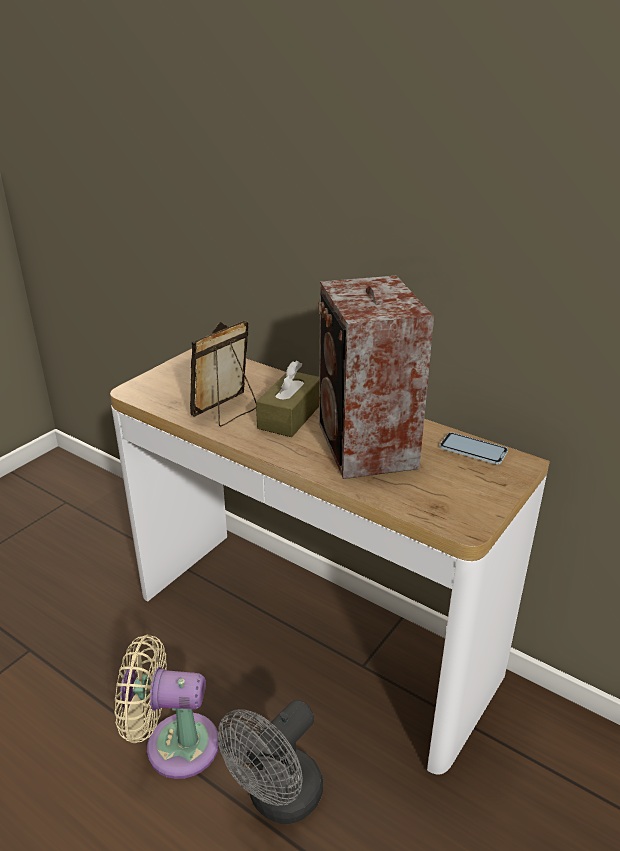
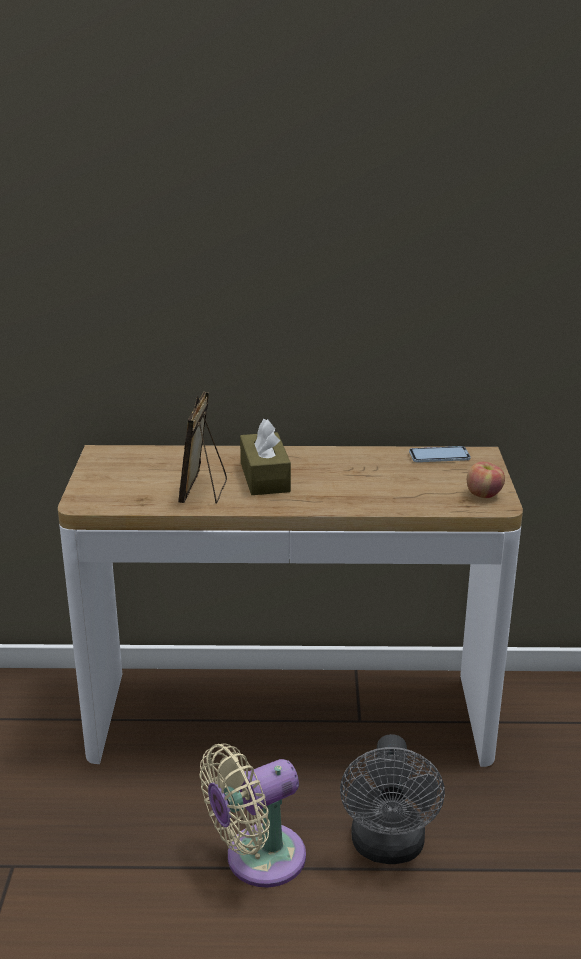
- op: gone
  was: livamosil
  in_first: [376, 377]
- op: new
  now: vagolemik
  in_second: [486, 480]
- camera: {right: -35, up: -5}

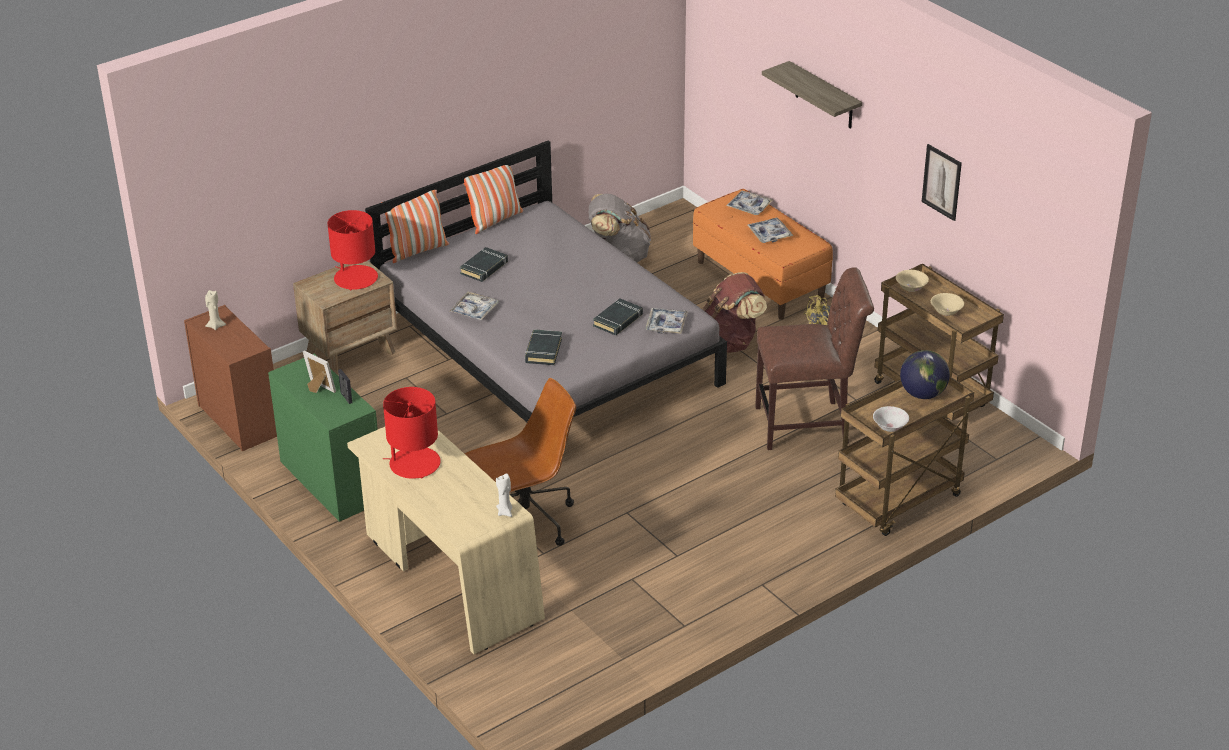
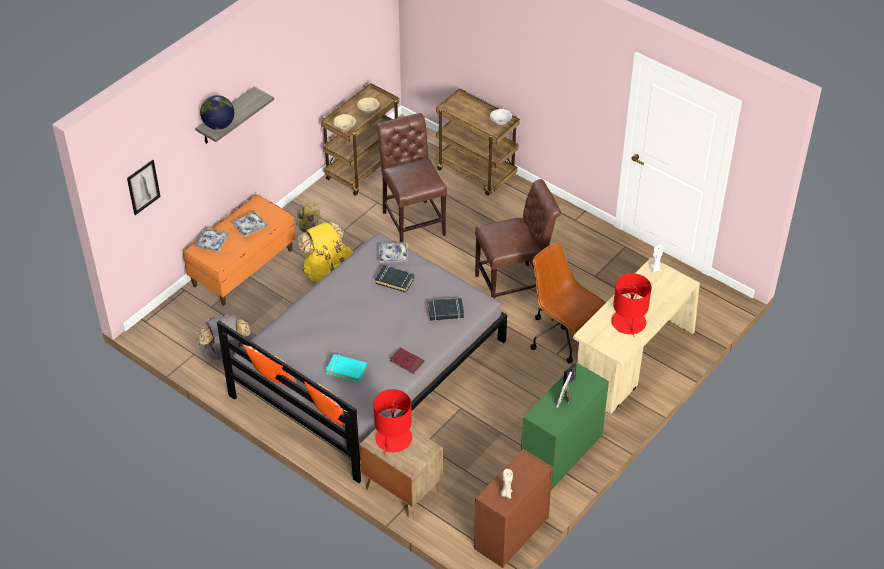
- op: new
  now: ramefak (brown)
  in_second: [518, 239]
- op: shifted
  was: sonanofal
  in_first: [925, 374]
  in_second: [217, 112]
- op: shifted
  was: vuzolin
  in_first: [942, 182]
  in_second: [143, 187]
- op: swapped
  was: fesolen
  now: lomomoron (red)
  in_first: [474, 306]
  in_second: [407, 361]
- op: repainted
  was: lomomoron (black)
  now: lomomoron (turquoise)
  in_first: [484, 264]
  in_second: [346, 368]
- op: repainted
  was: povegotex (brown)
  now: povegotex (yellow)
  in_first: [734, 312]
  in_second: [325, 251]
- camera: {right: -105, up: 10}

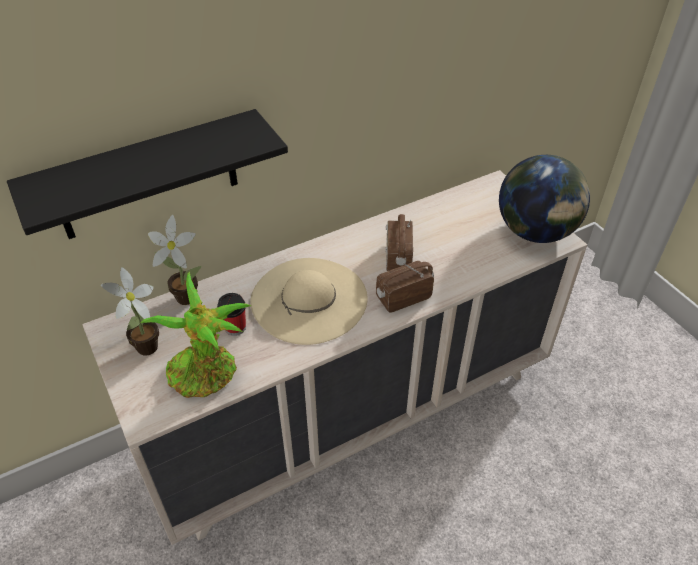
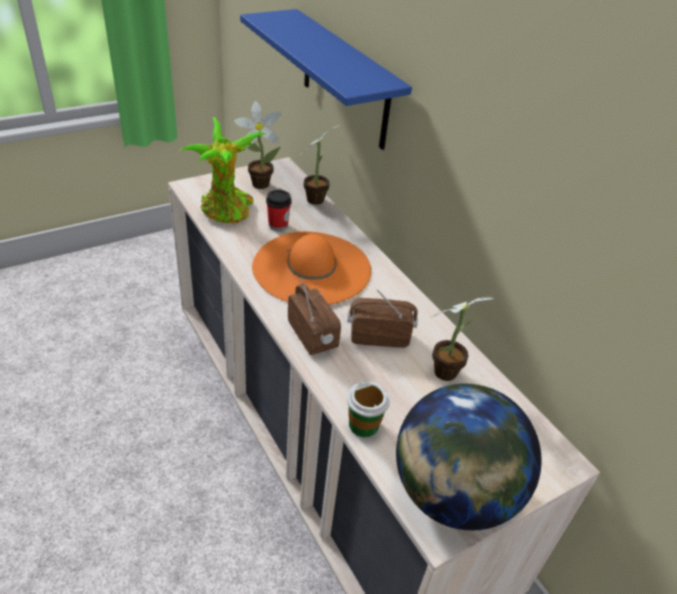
- op: new
  now: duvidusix
  in_second: [368, 409]
- op: new
  now: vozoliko
  in_second: [463, 338]
- op: repainted
  was: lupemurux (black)
  now: lupemurux (blue)
  in_first: [147, 174]
  in_second: [326, 79]
- op: repainted
  was: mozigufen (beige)
  now: mozigufen (orange)
  in_first: [309, 301]
  in_second: [311, 268]
- camera: {right: 85, up: -5}

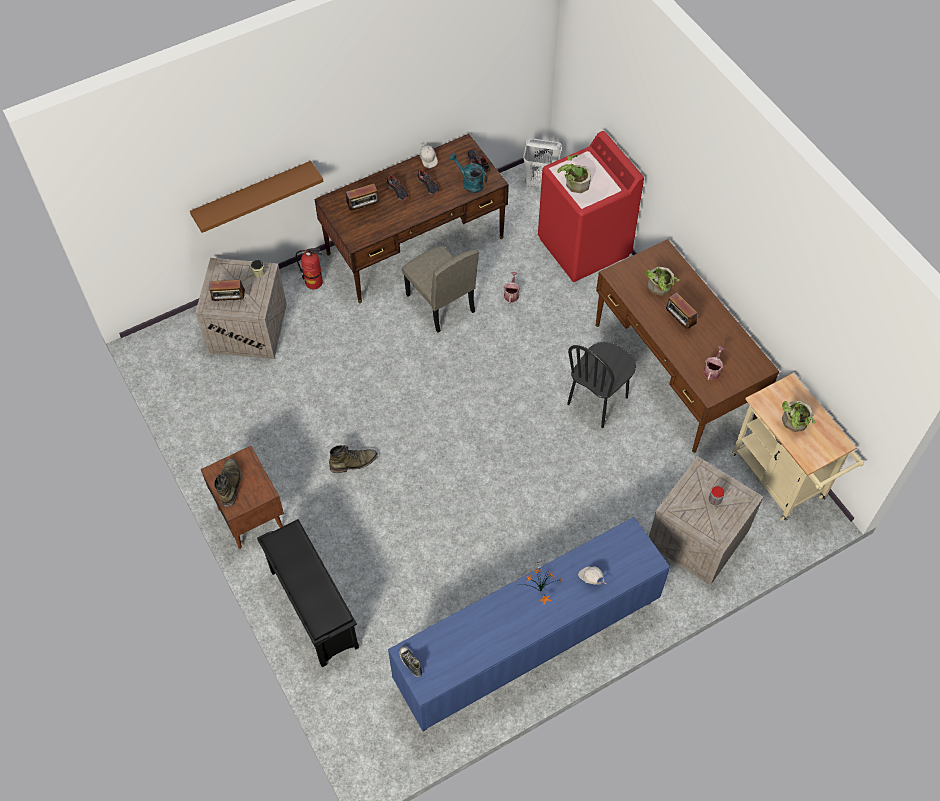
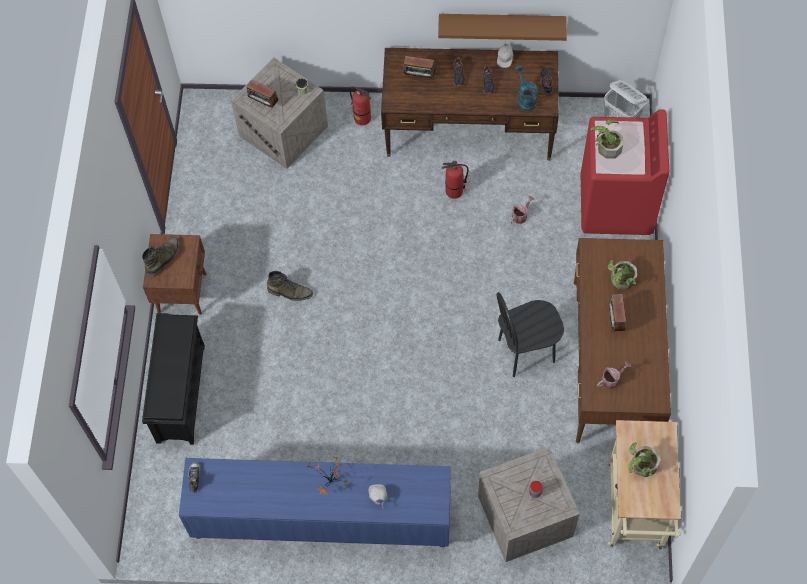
- op: shifted
  was: lupemurux (brown)
  in_first: [257, 197]
  in_second: [502, 27]
- op: swapped
  was: ramefak (beige)
  now: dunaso
  in_first: [440, 289]
  in_second: [455, 180]
- camera: {right: 35, up: 5}

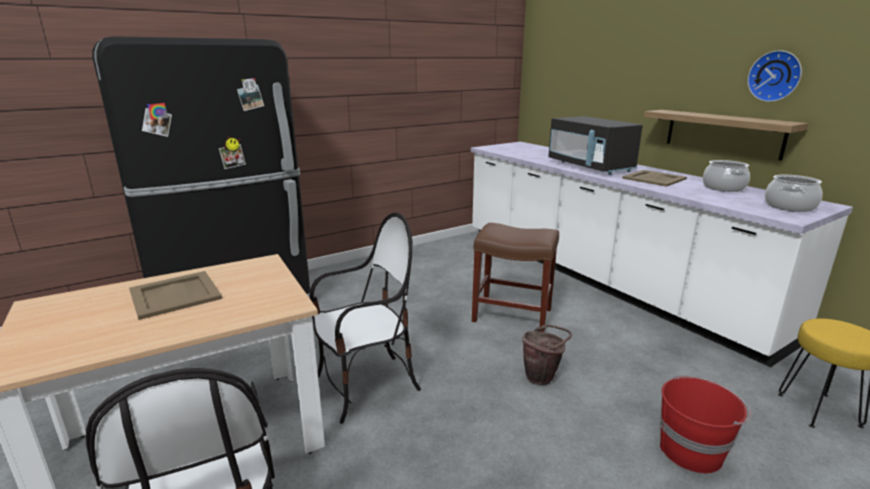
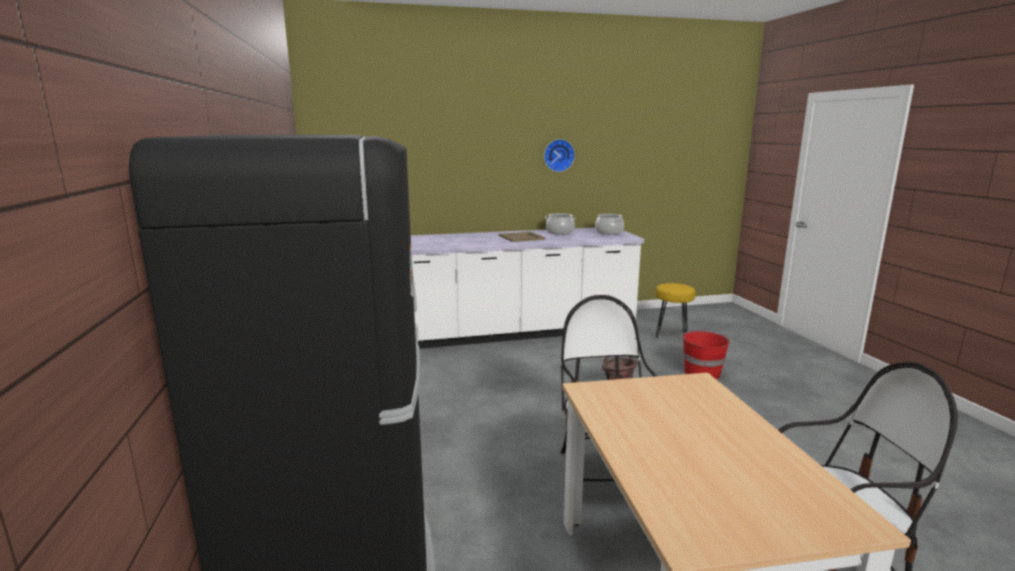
- op: gone
  was: fesolen (beige)
  in_first: [175, 295]
- op: gone
  was: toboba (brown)
  in_first: [515, 277]
- op: gone
  was: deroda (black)
  in_first: [595, 145]
- op: gone
  was: lupemurux
  in_first: [726, 135]
- camera: {right: -70, up: -5}

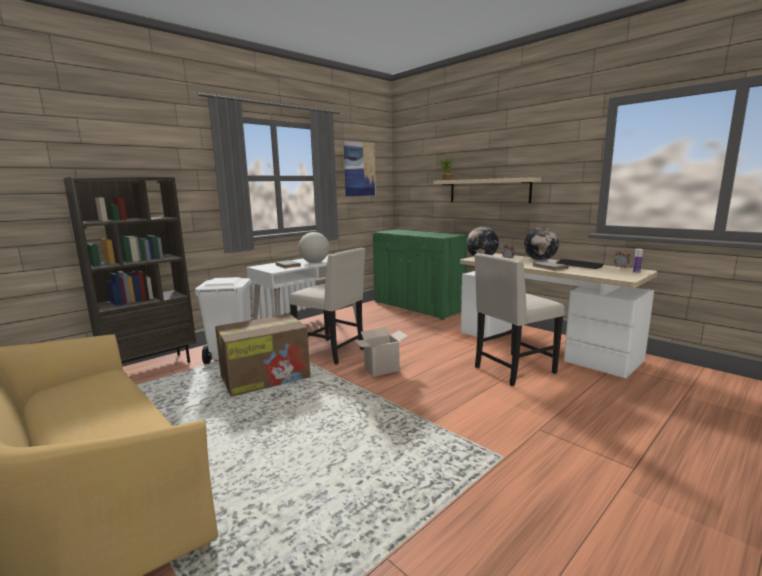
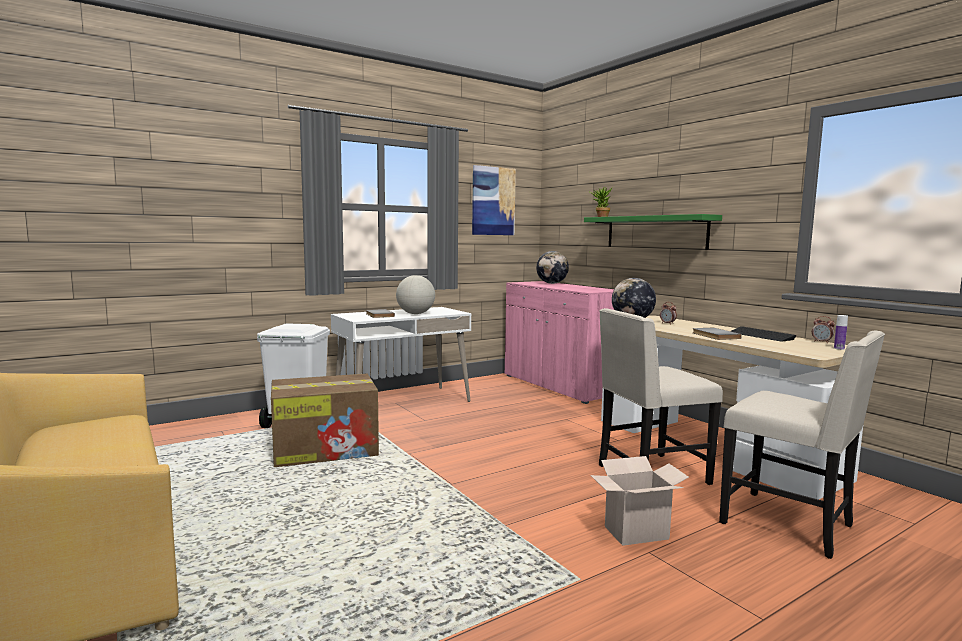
- op: gone
  was: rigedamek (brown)
  in_first: [129, 270]
- op: shifted
  was: ramefak (beige)
  in_first: [327, 306]
  in_second: [802, 445]
- op: shifted
  was: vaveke
  in_first: [381, 352]
  in_second: [639, 501]
- op: shifted
  was: sonanofal
  in_first: [541, 243]
  in_second: [552, 267]
- op: repainted
  was: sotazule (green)
  now: sotazule (pink)
  in_first: [420, 274]
  in_second: [559, 342]
- op: repainted
  was: lupemurux (beige)
  now: lupemurux (green)
  in_first: [487, 190]
  in_second: [653, 232]
- camera: {right: 10, up: -5}

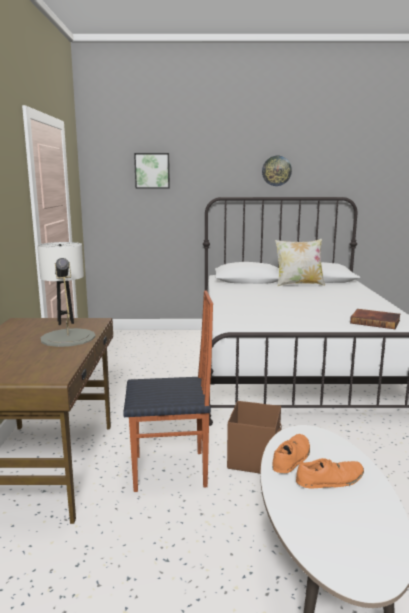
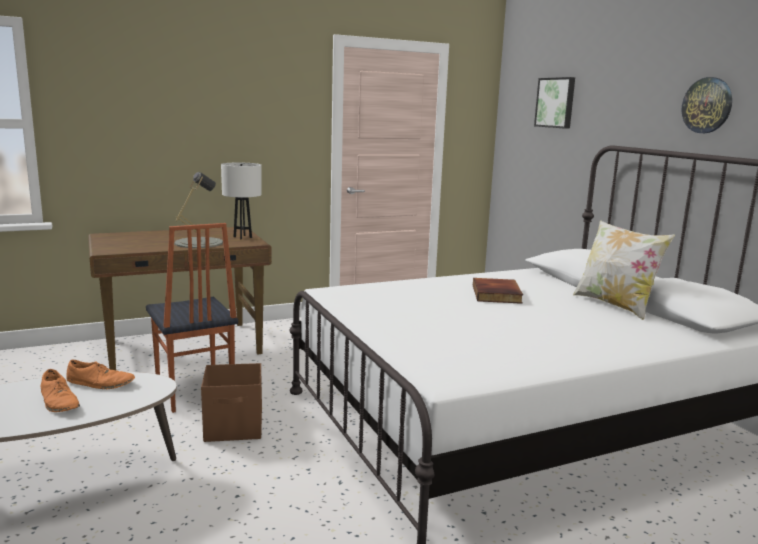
- op: shifted
  was: lomomoron
  in_first: [375, 319]
  in_second: [498, 291]
- camera: {right: 65, up: 0}

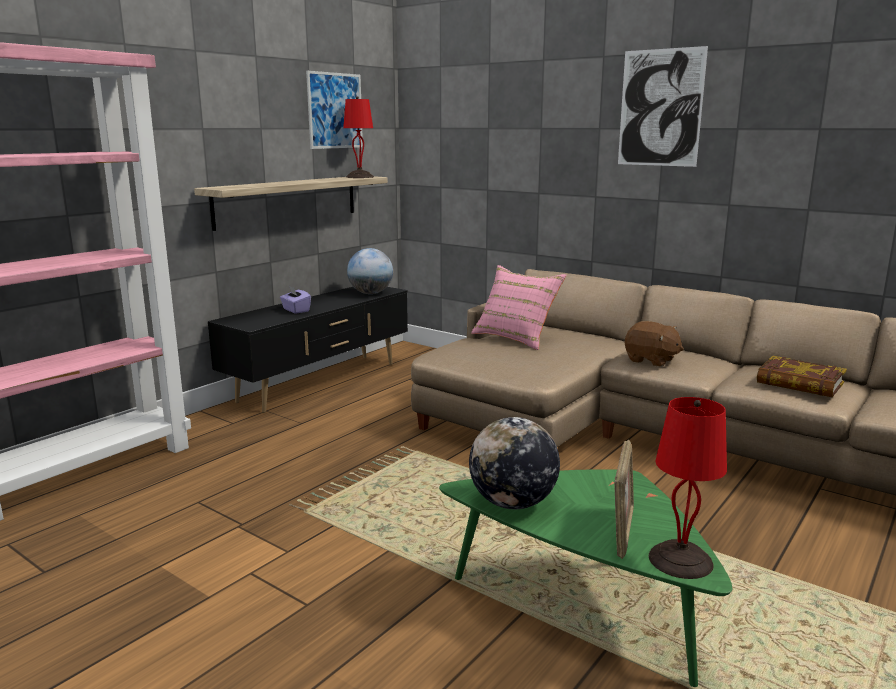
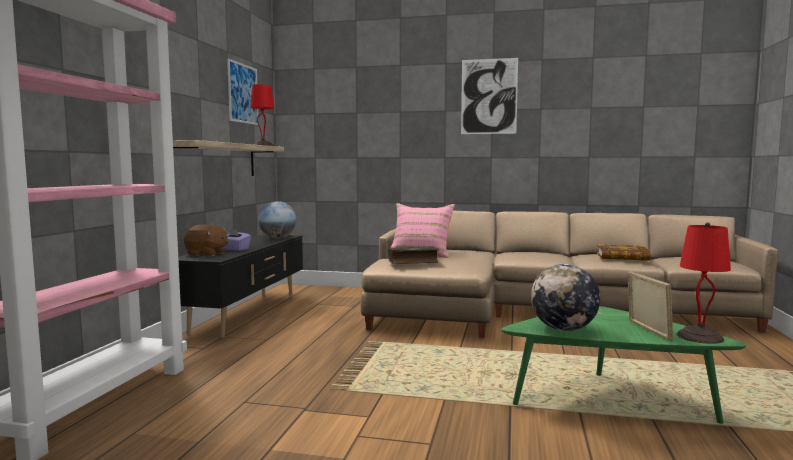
- op: new
  now: lomomoron
  in_second: [413, 255]
- op: shifted
  was: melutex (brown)
  in_first: [654, 344]
  in_second: [206, 240]
- camera: {right: -25, up: -10}

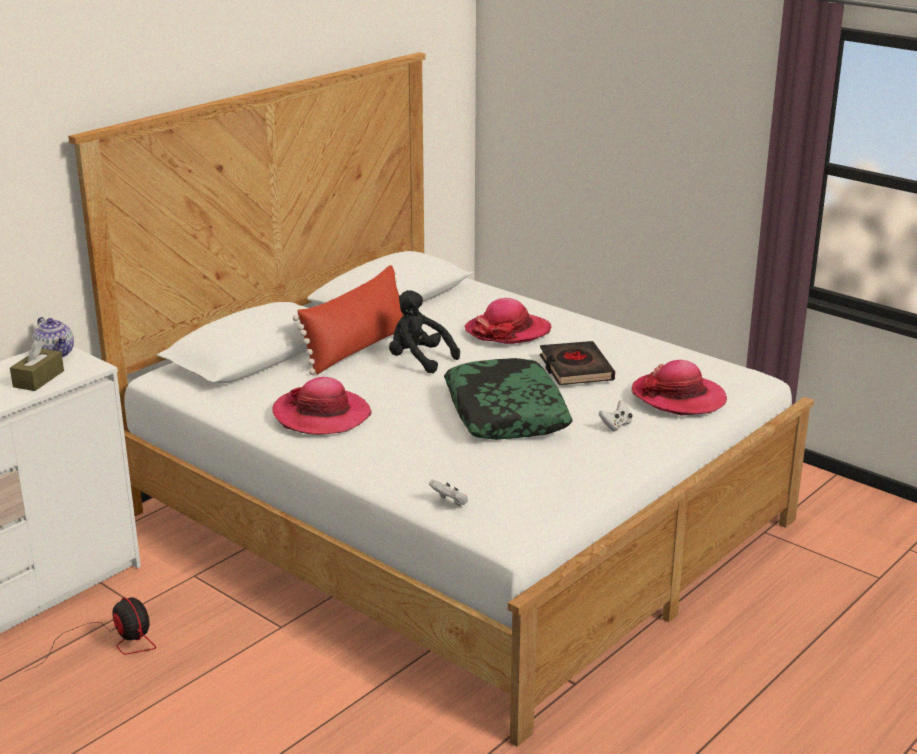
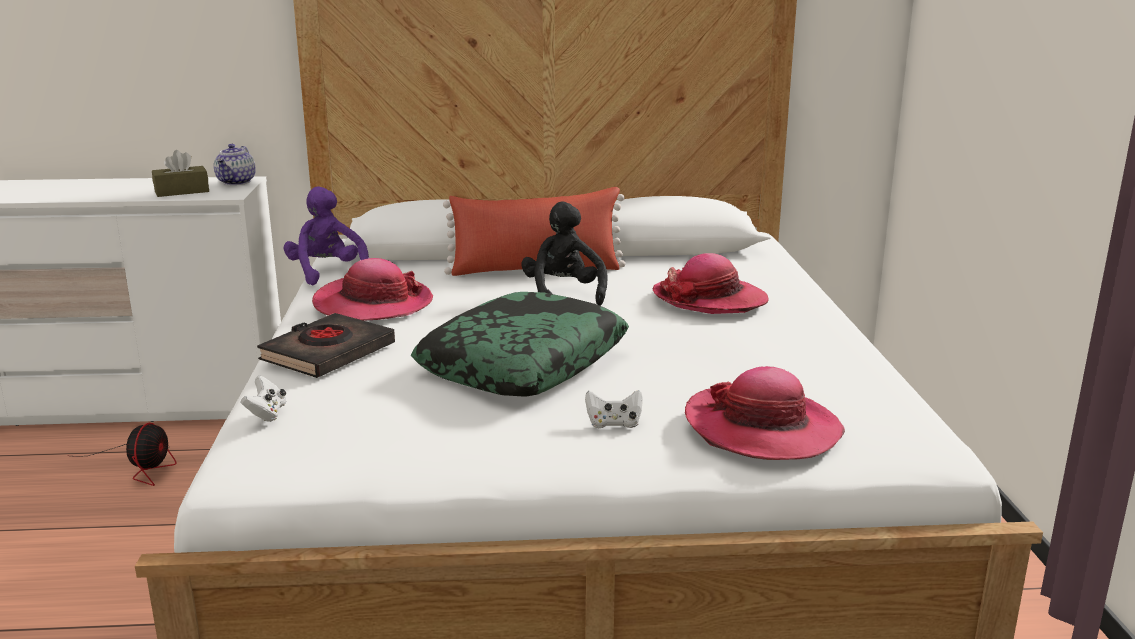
- op: new
  now: melutex (purple)
  in_second: [326, 235]
- op: shifted
  was: lomomoron (black)
  in_first: [577, 363]
  in_second: [326, 345]
- camera: {right: 45, up: -5}

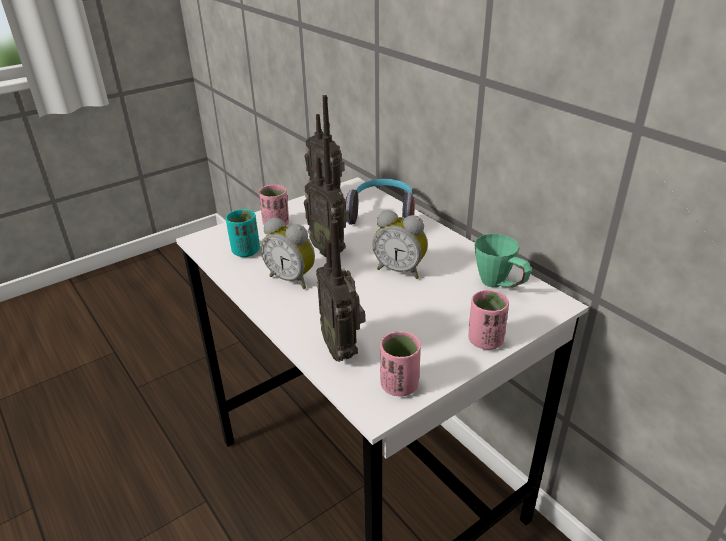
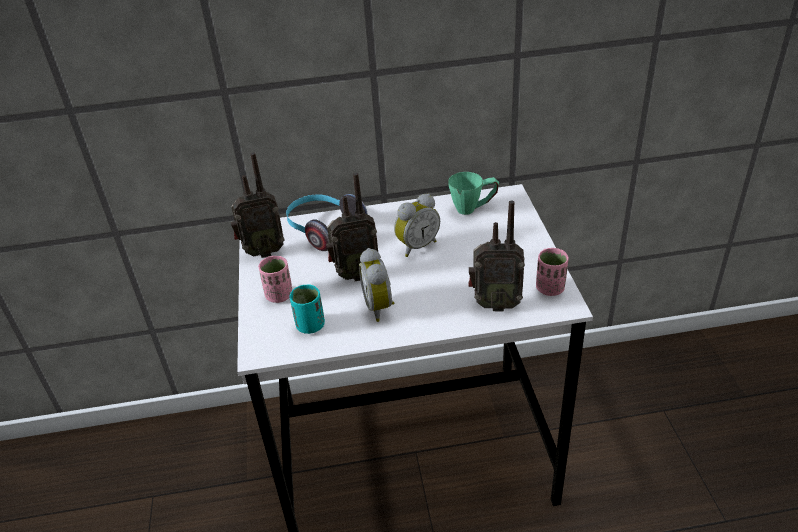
- op: gone
  was: duvidusix (pink)
  in_first: [489, 320]
- op: rotated
  was: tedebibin
  in_first: [288, 253]
  in_second: [376, 285]
  clockwise: 105
- camera: {right: -60, up: 5}

